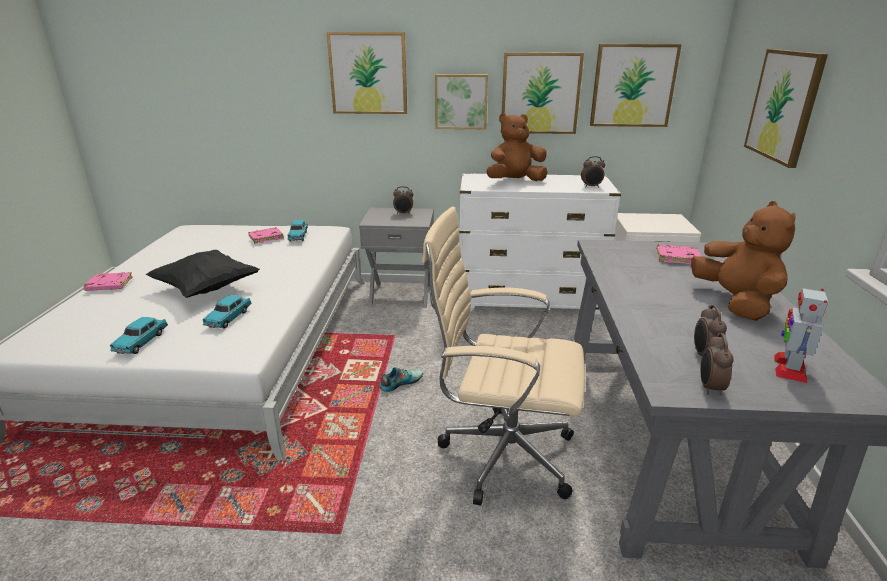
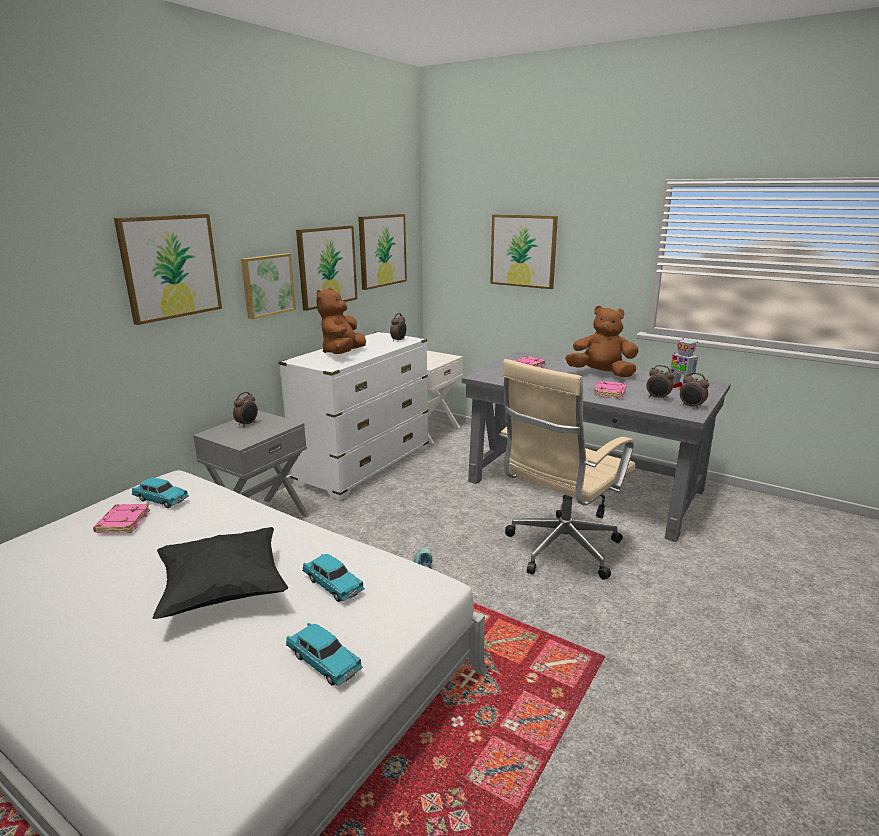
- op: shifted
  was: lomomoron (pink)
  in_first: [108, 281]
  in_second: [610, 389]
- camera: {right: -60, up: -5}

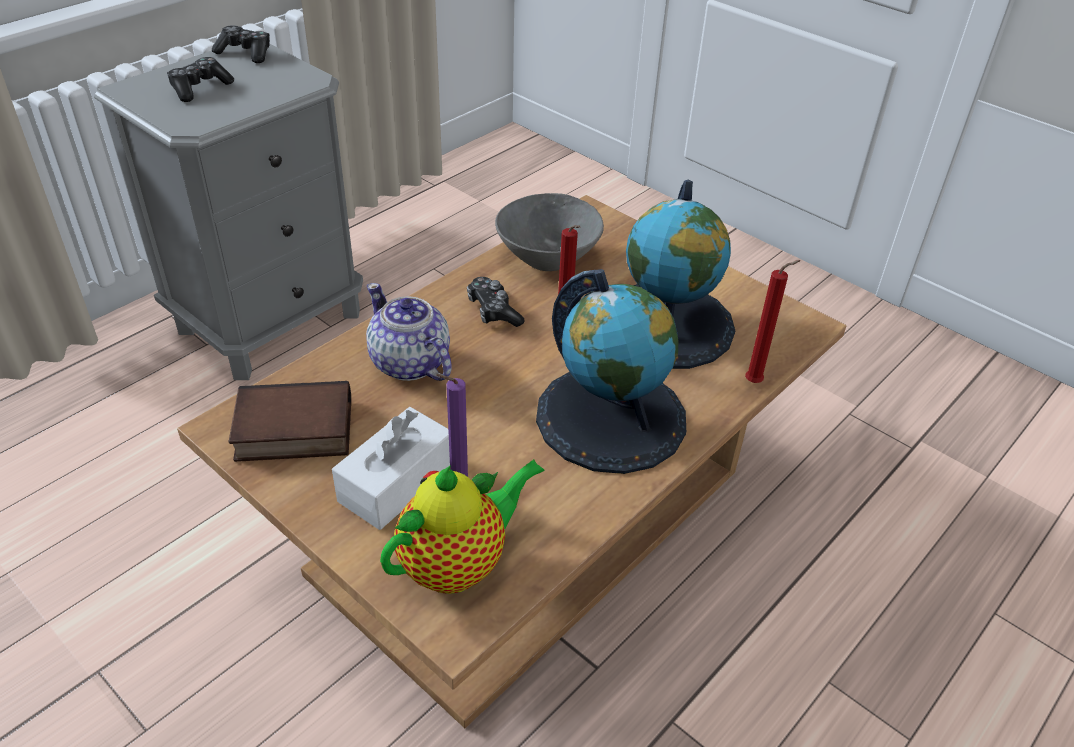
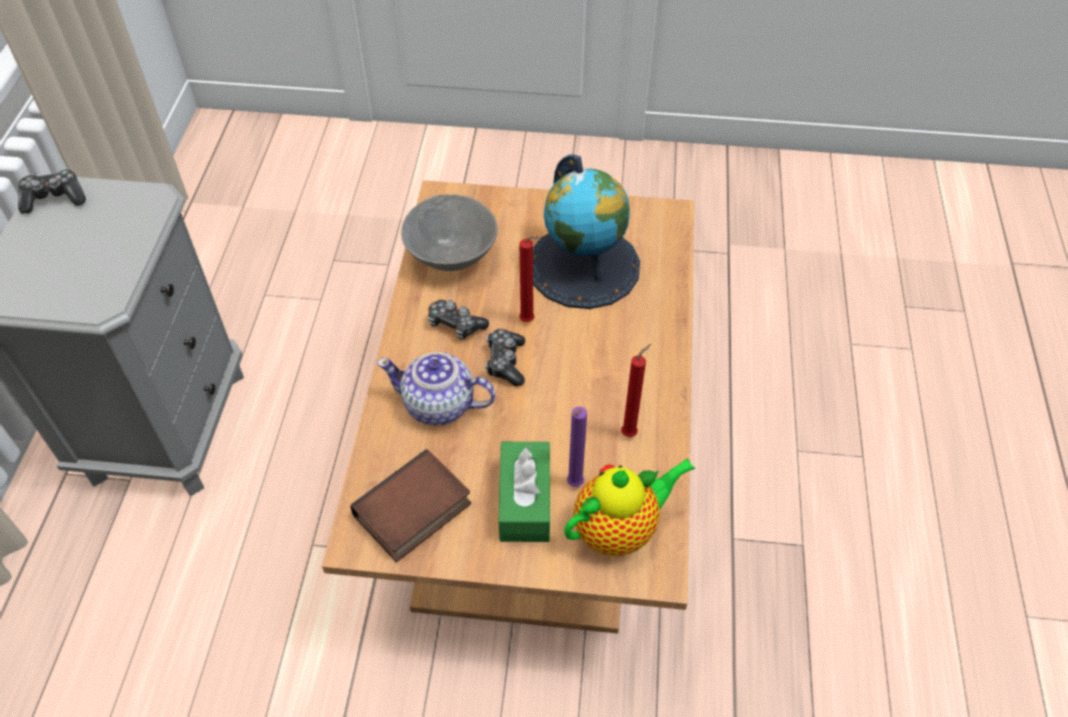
- op: gone
  was: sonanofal
  in_first: [611, 371]
- op: shifted
  was: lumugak
  in_first: [200, 79]
  in_second: [505, 357]
- op: shifted
  was: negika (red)
  in_first: [772, 321]
  in_second: [636, 390]
- op: repainted
  was: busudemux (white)
  now: busudemux (green)
  in_first: [391, 468]
  in_second: [524, 492]
- op: rotated
  was: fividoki
  in_first: [462, 526]
  in_second: [629, 507]
  clockwise: 45
- camera: {right: -35, up: 10}

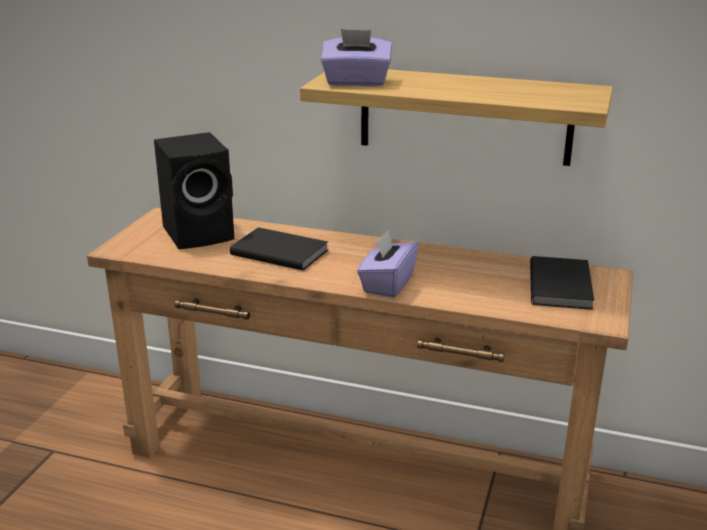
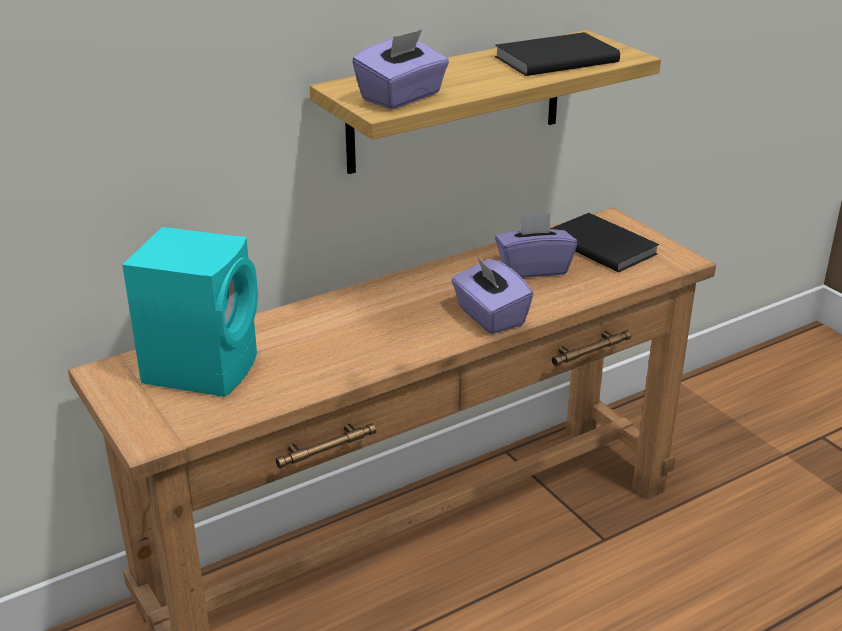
- op: new
  now: busudemux (purple)
  in_second: [536, 245]
- op: shifted
  was: lomomoron (black)
  in_first: [279, 249]
  in_second: [557, 54]
- op: repainted
  was: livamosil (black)
  now: livamosil (turquoise)
  in_first: [194, 190]
  in_second: [190, 312]
- camera: {right: -50, up: 5}

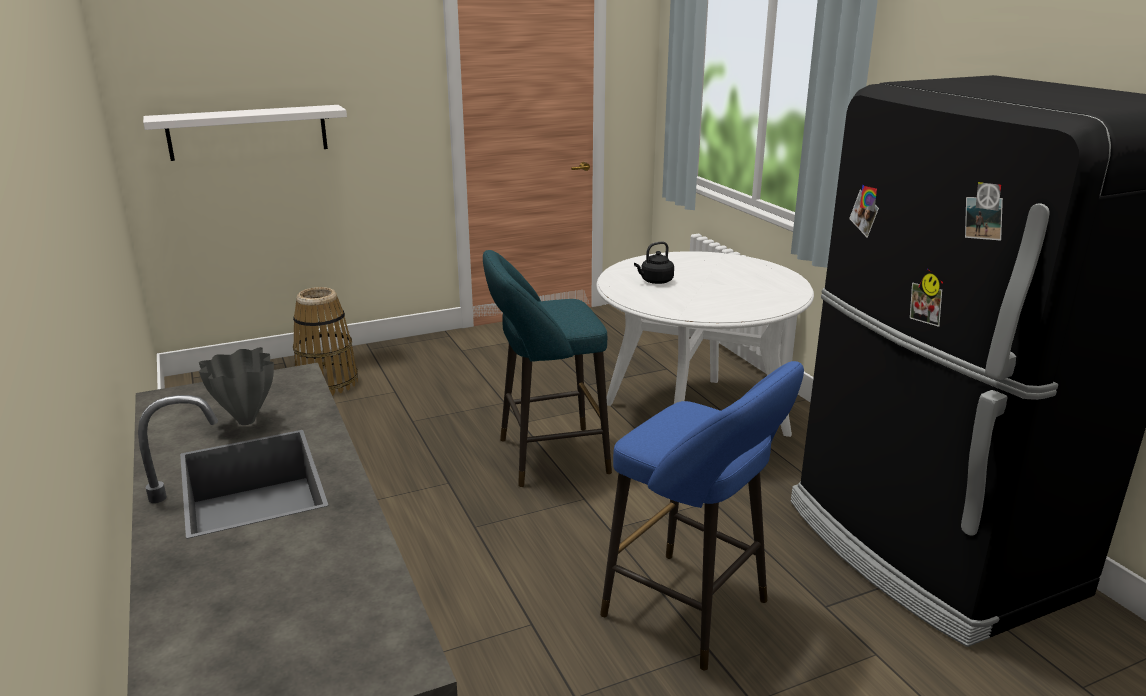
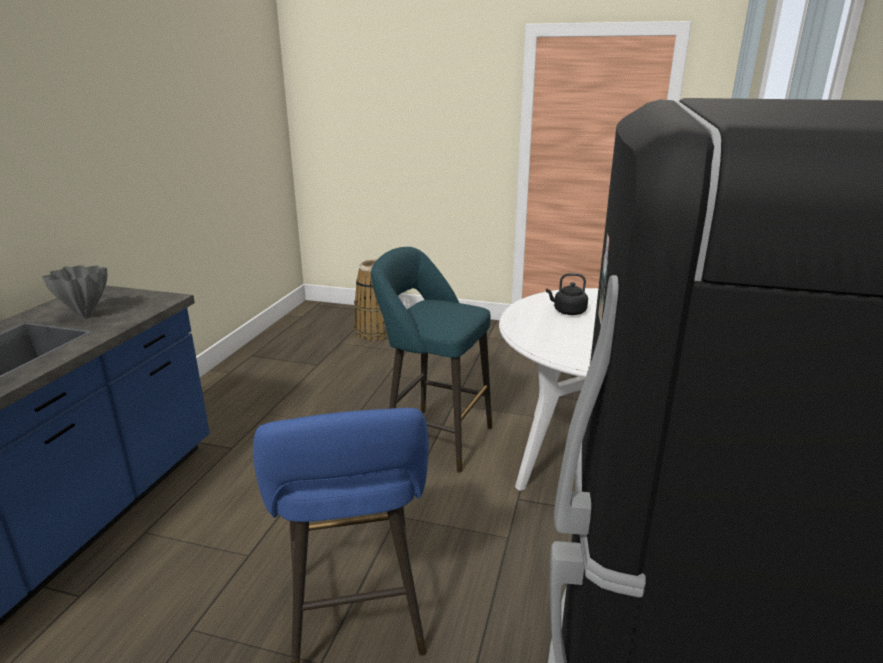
- op: gone
  was: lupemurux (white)
  in_first: [245, 133]
- camera: {right: 40, up: 0}

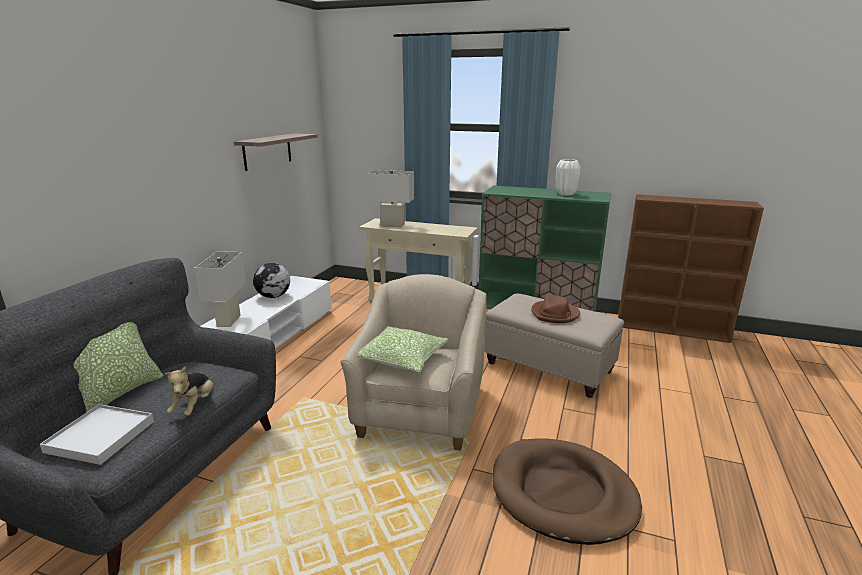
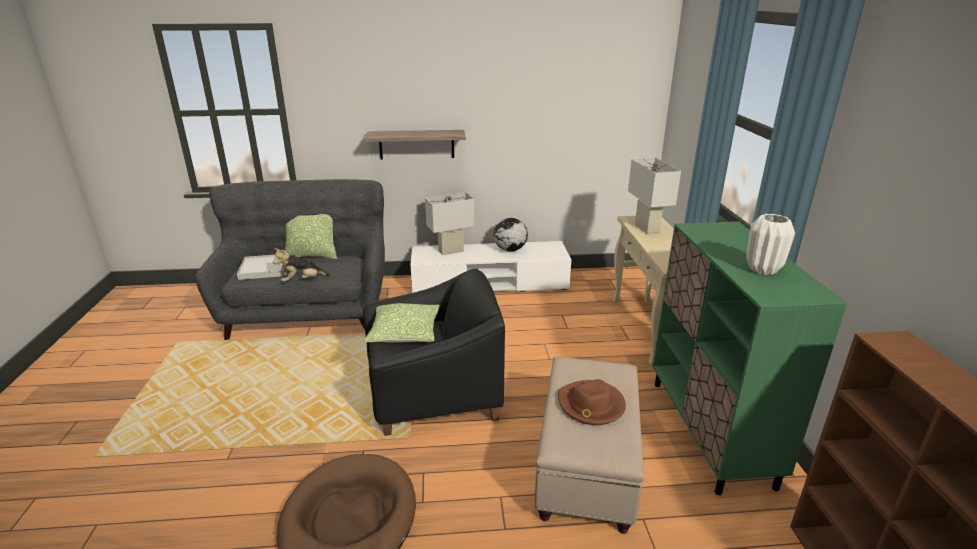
- op: shifted
  was: lupemurux
  in_first: [276, 152]
  in_second: [415, 145]
- op: repainted
  was: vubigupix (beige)
  now: vubigupix (black)
  in_first: [414, 362]
  in_second: [434, 352]
- camera: {right: 65, up: 5}

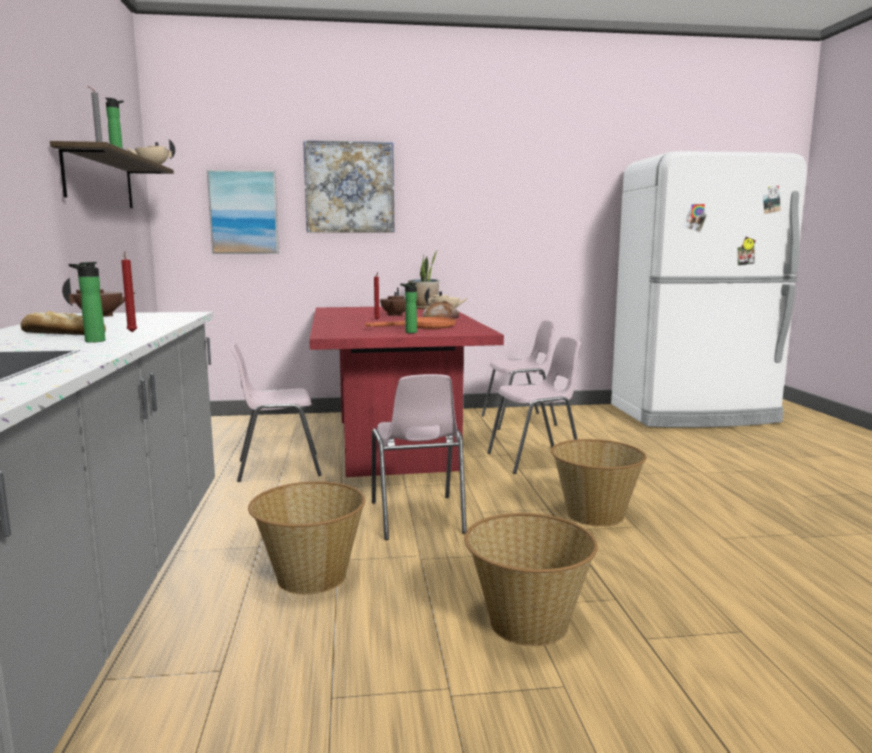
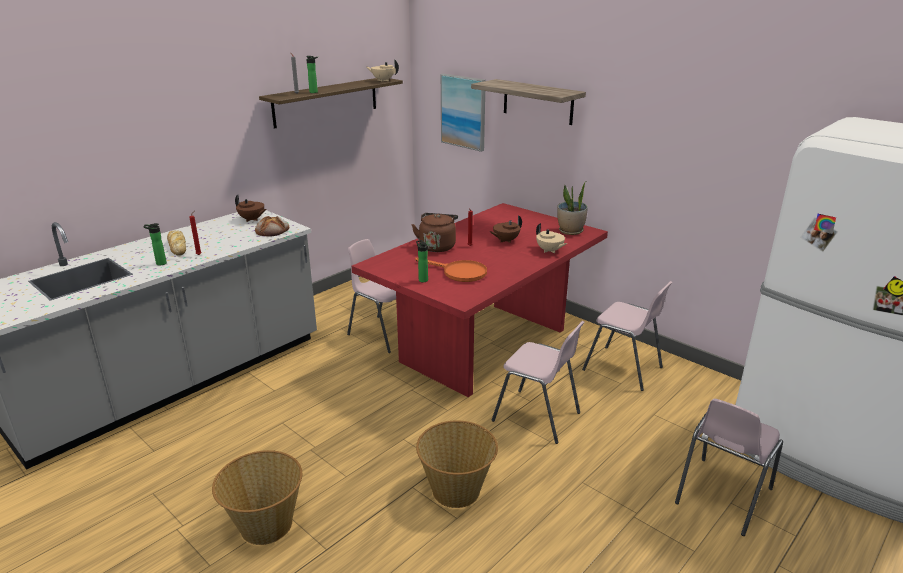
- op: gone
  was: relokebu
  in_first: [306, 537]
- op: new
  now: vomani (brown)
  in_second: [435, 232]
- op: shifted
  was: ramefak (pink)
  in_first: [419, 457]
  in_second: [729, 467]
- op: shifted
  was: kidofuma
  in_first: [440, 310]
  in_second: [272, 226]
- op: swapped
  was: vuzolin
  now: lupemurux
  in_first: [348, 186]
  in_second: [528, 102]
- camera: {right: 50, up: 15}

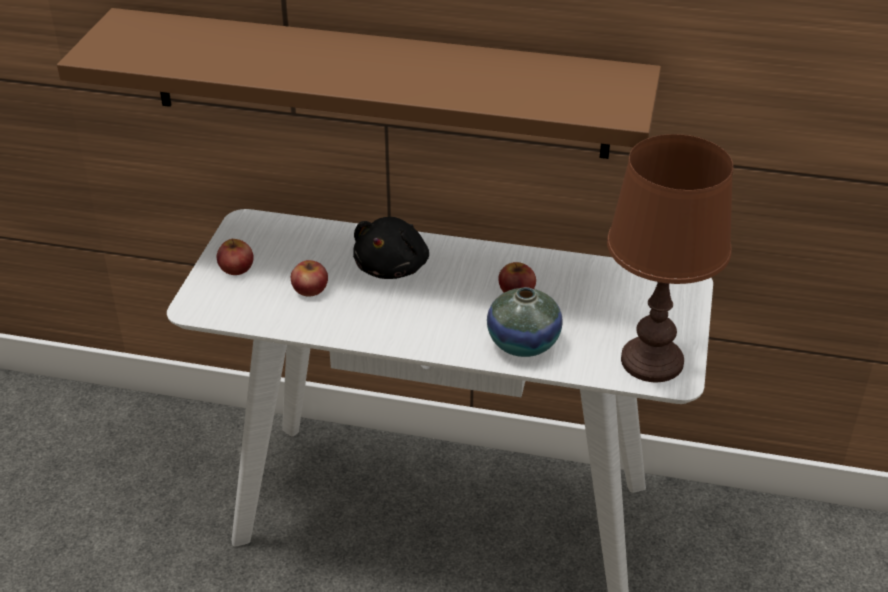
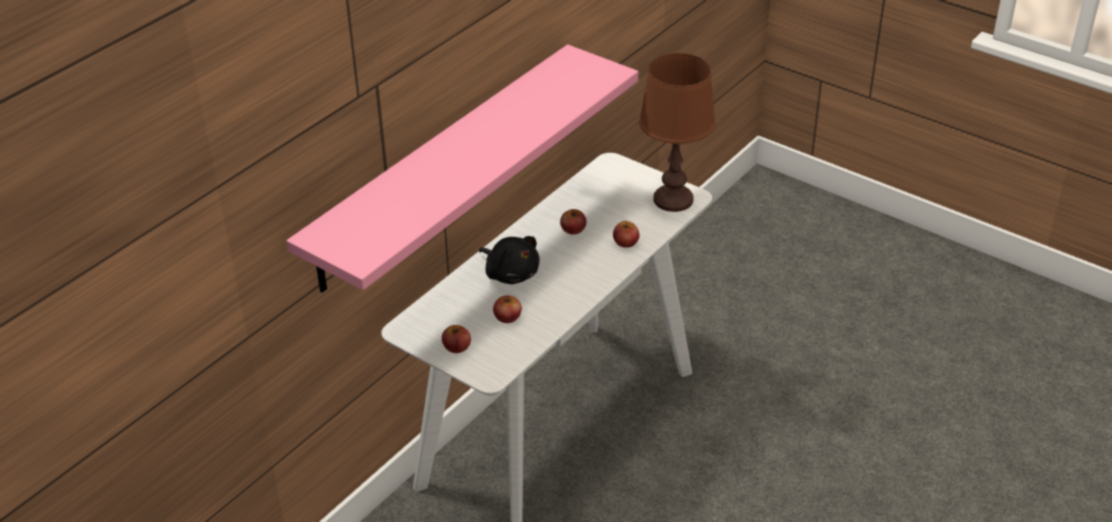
- op: swapped
  was: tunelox
  now: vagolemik
  in_first: [525, 322]
  in_second: [626, 234]
- op: repainted
  was: lupemurux (brown)
  now: lupemurux (pink)
  in_first: [359, 83]
  in_second: [462, 168]
- camera: {right: -65, up: 0}

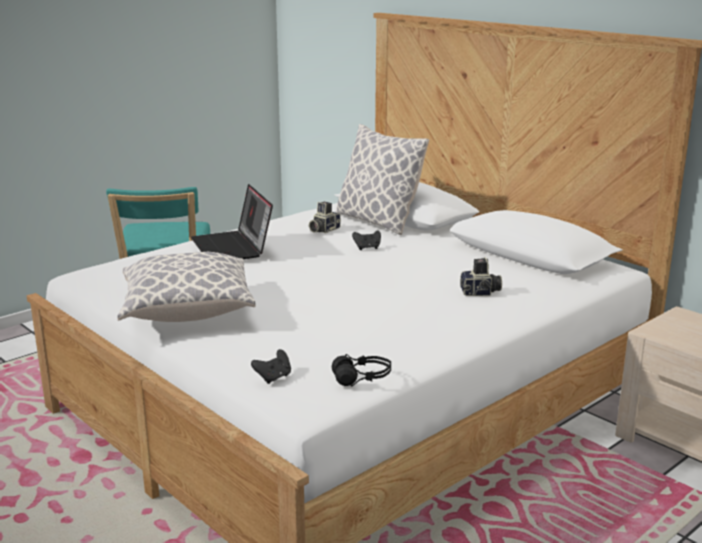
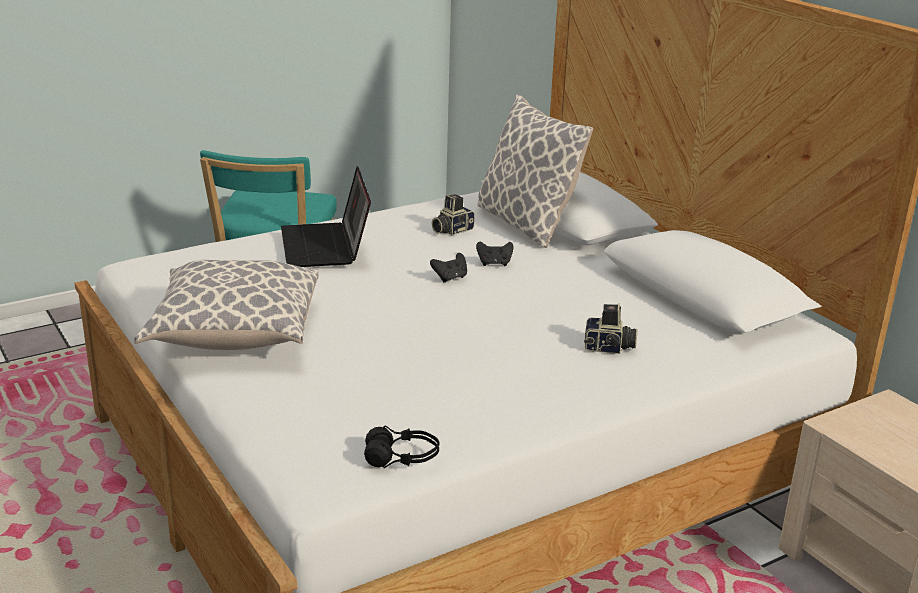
- op: shifted
  was: lumugak (black)
  in_first: [271, 366]
  in_second: [448, 268]
- camera: {right: 10, up: 5}

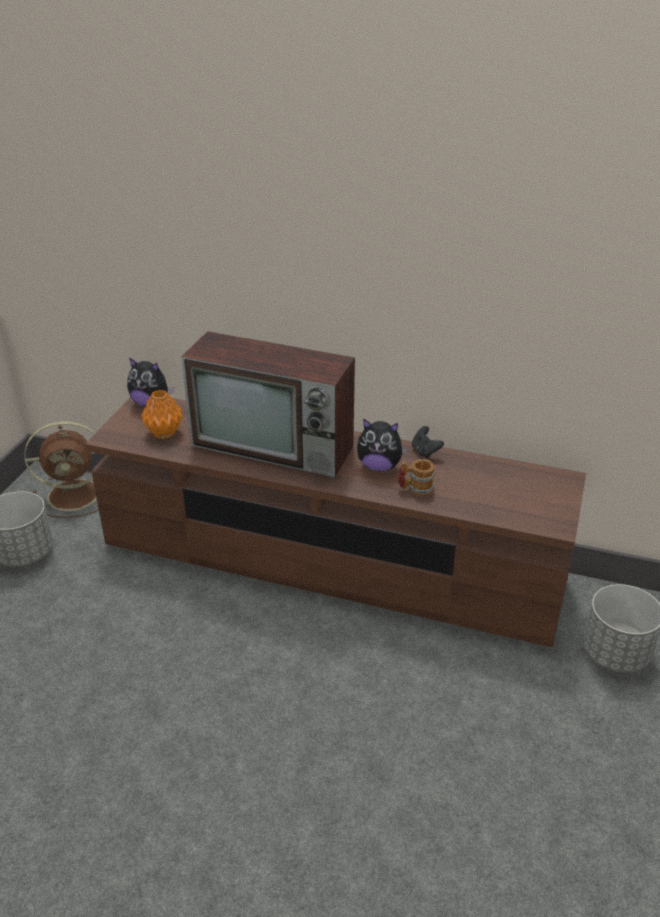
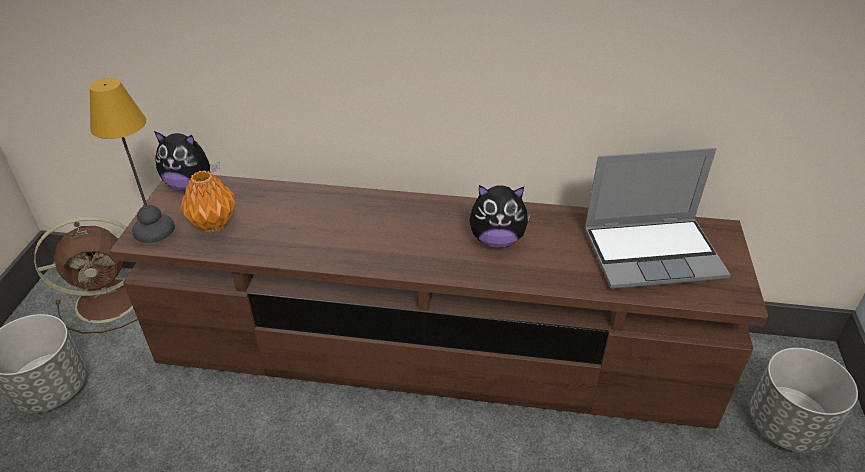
- op: gone
  was: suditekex
  in_first: [268, 404]
- op: gone
  was: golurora
  in_first: [416, 477]
- op: gone
  was: lumugak (black)
  in_first: [428, 442]
- op: new
  now: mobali
  in_second: [132, 160]
- op: new
  now: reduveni
  in_second: [657, 218]
- camera: {right: -10, up: 5}

